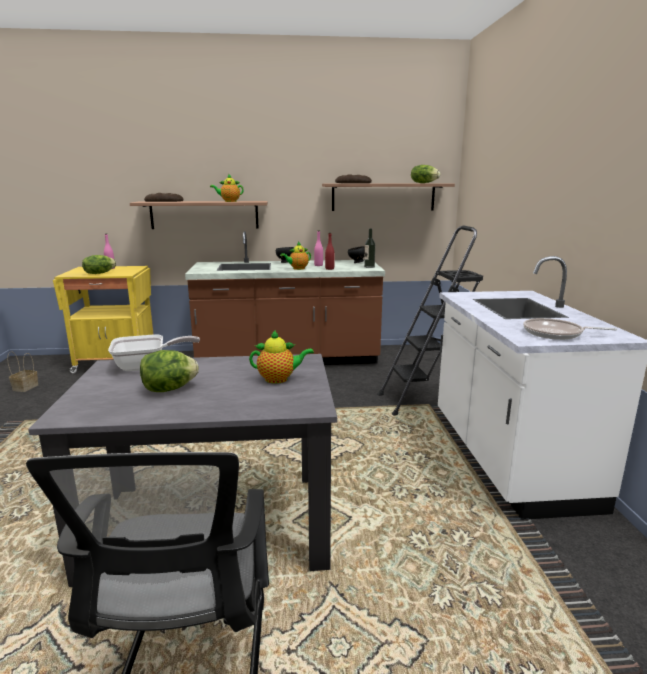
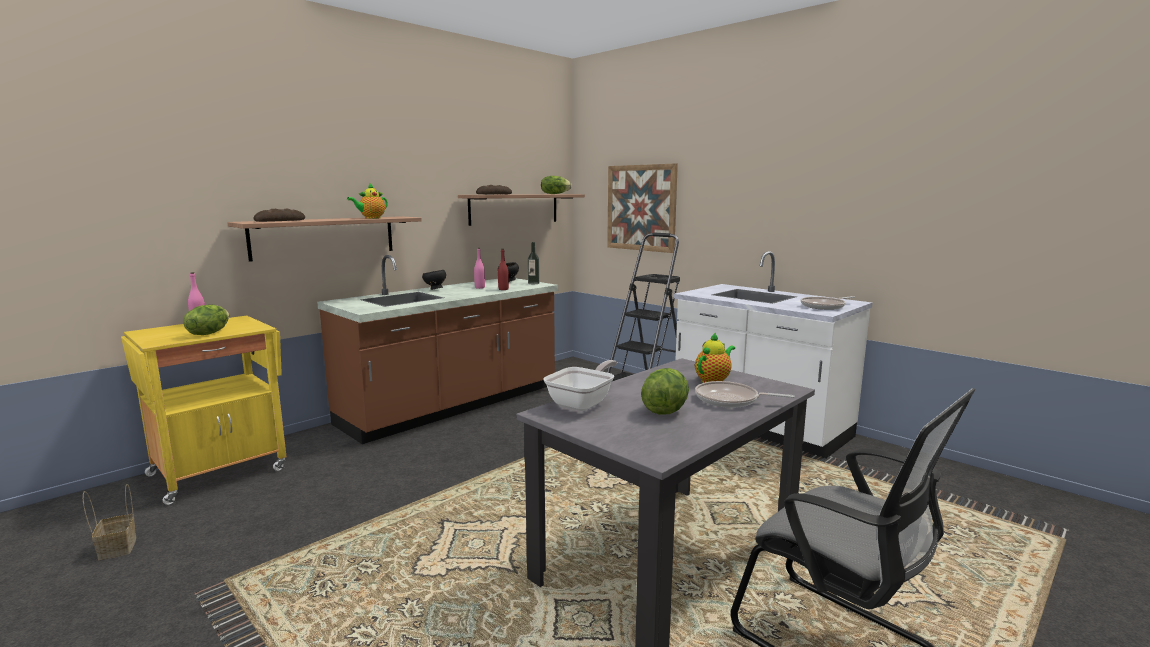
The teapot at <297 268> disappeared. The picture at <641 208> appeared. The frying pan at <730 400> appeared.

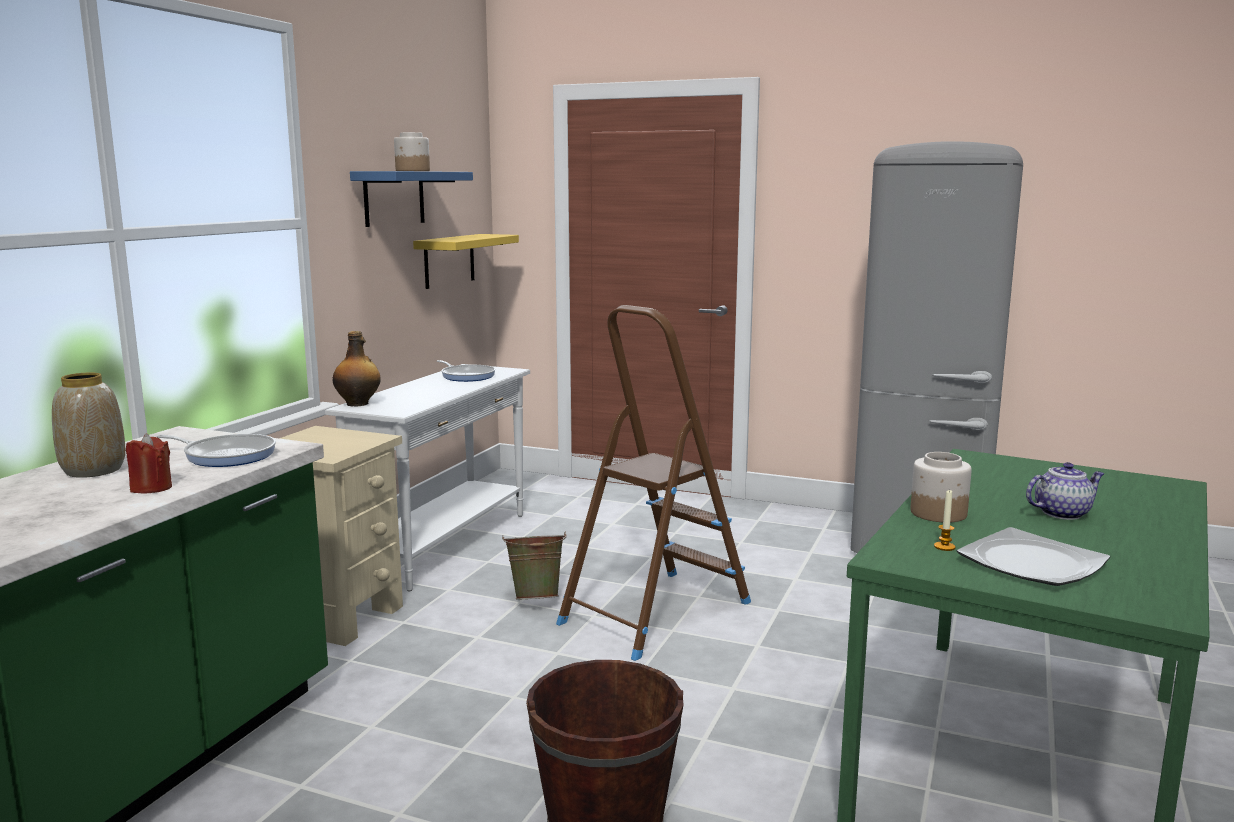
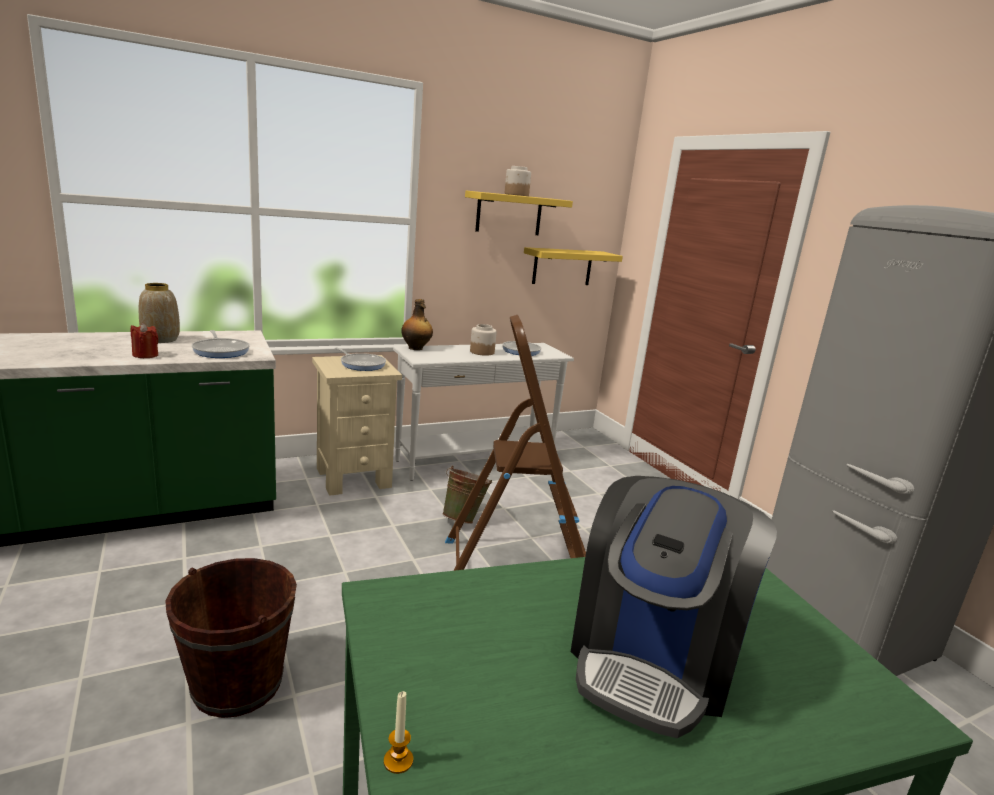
The shelf (blue) at <394 198> became the shelf (yellow) at <509 214>. The jar moved from <937 513> to <481 352>. The candle moved from <944 547> to <398 760>. The plate at <1032 563> disappeared. The teapot at <1062 513> was replaced by the coffee machine at <653 658>. The frying pan at <361 364> appeared.

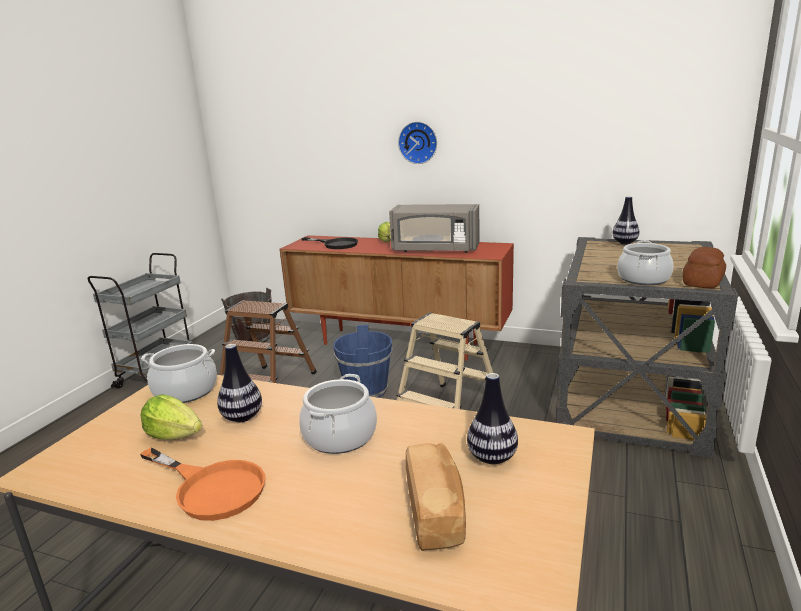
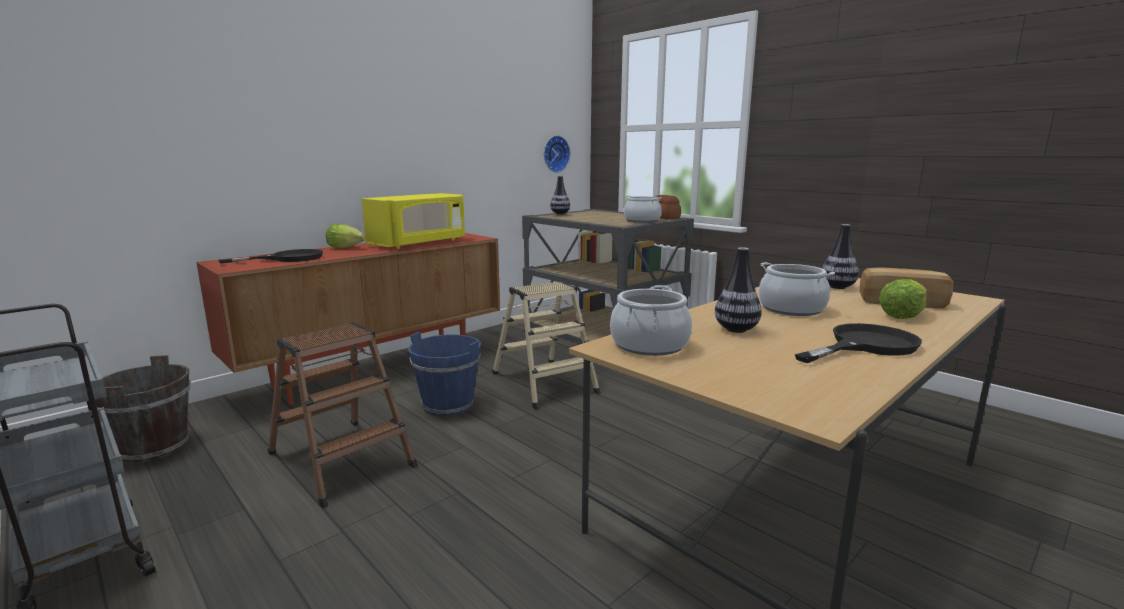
The frying pan (orange) at <211 487> became the frying pan (black) at <864 345>. The lettuce moved from <174 435> to <901 316>. The microwave (grey) at <435 249> became the microwave (yellow) at <419 243>. The wall clock moved from <418 142> to <555 154>.

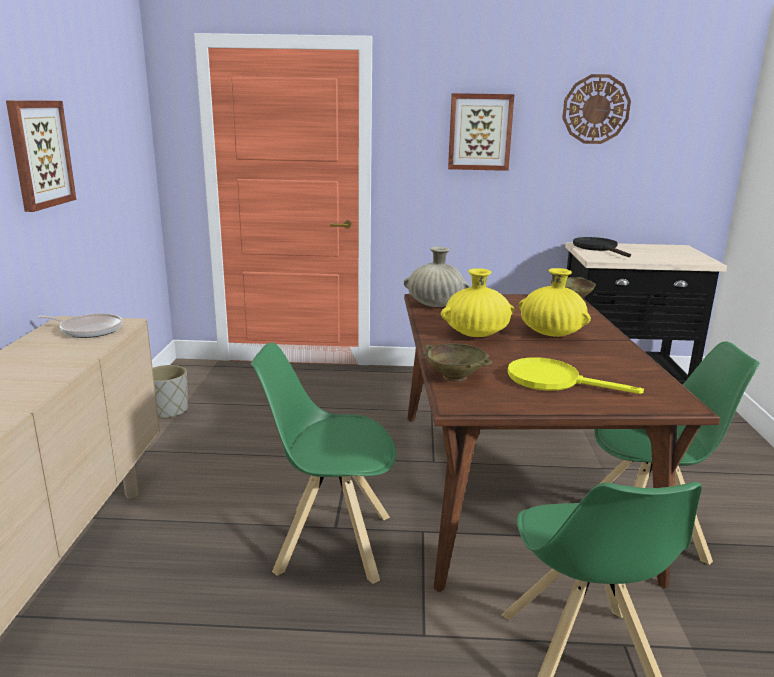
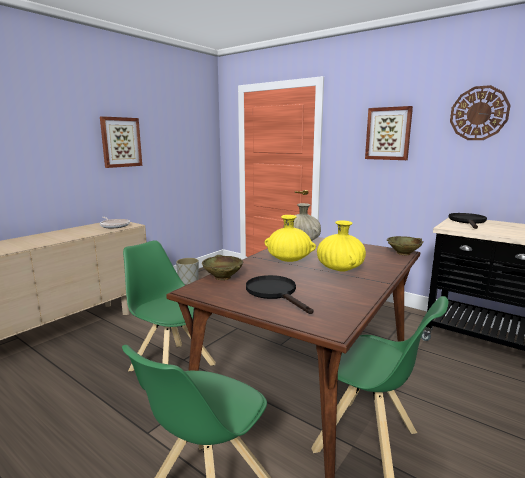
The frying pan (yellow) at <553 380> became the frying pan (black) at <275 293>.

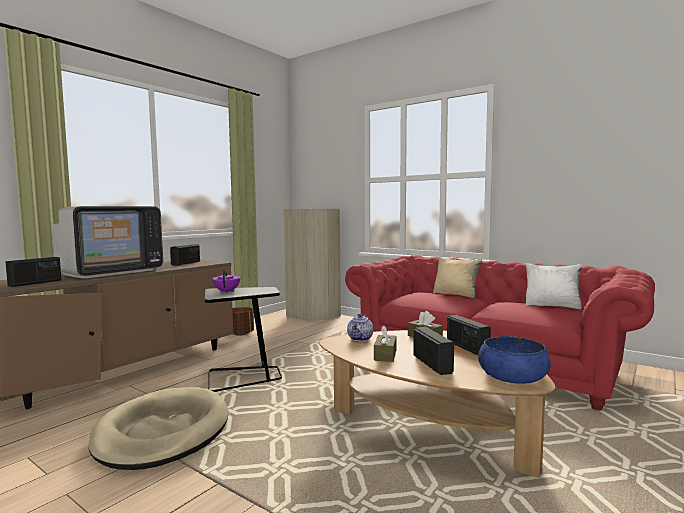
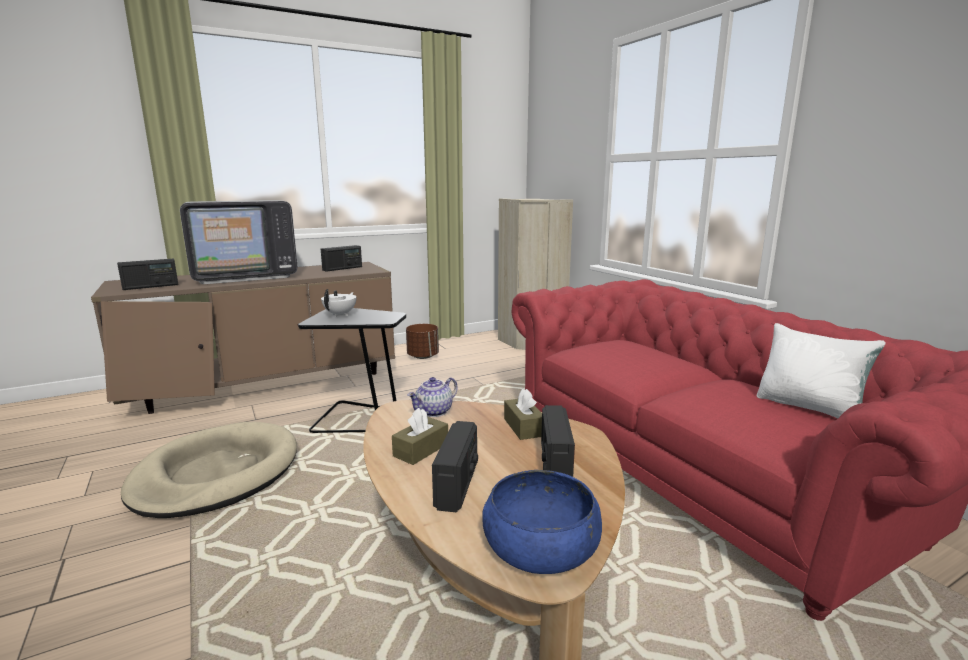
The teapot (purple) at <227 291> became the teapot (white) at <340 314>. The pillow (beige) at <456 294> disappeared.

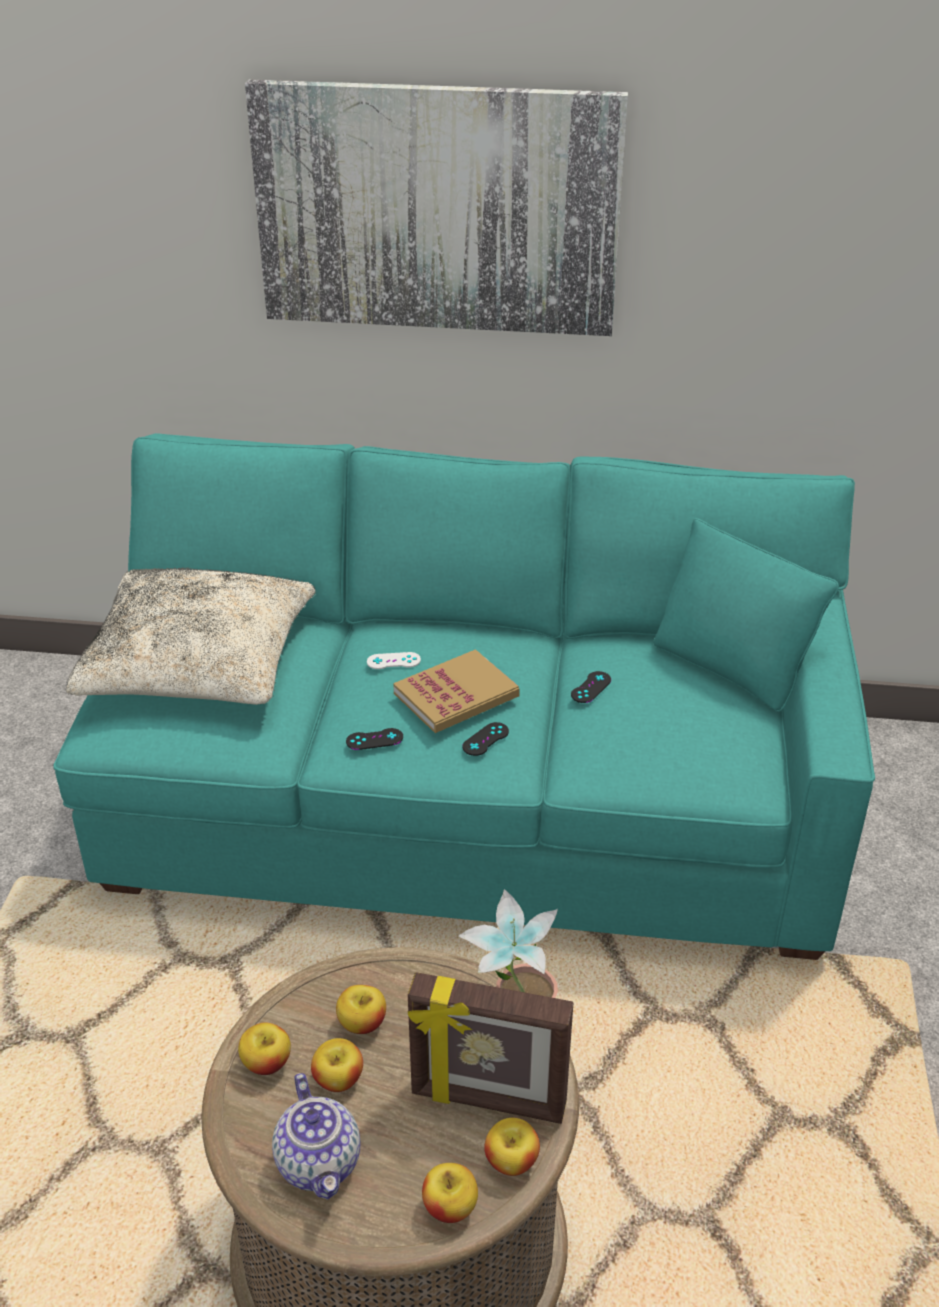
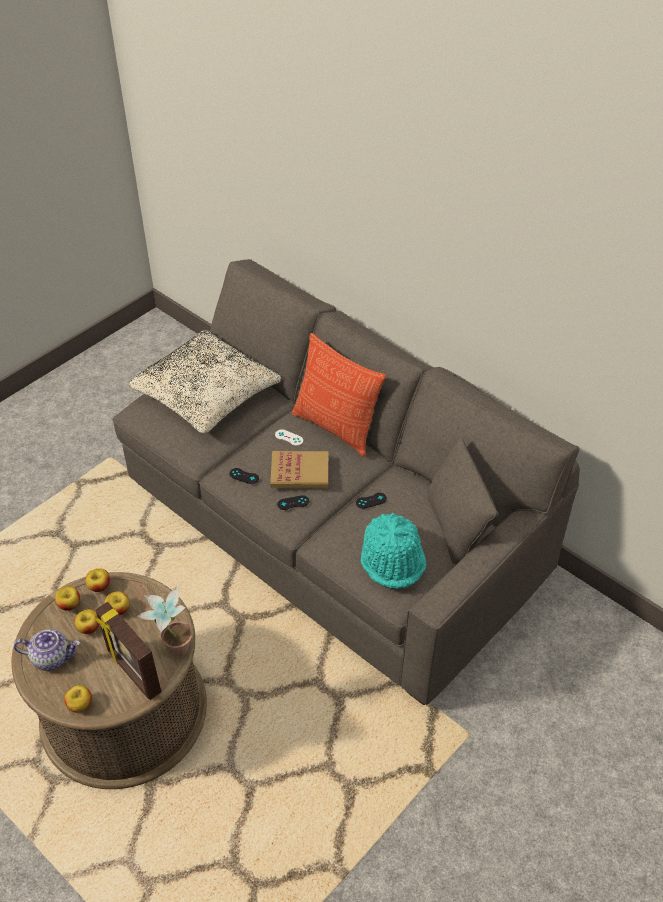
The sofa (turquoise) at <470 804> became the sofa (grey) at <332 526>. The picture at <437 210> disappeared. The teapot at <320 1163> turned 105 degrees counterclockwise. The apple moved from <511 1161> to <99 586>. The pillow (orange) at <336 427> appeared. The hat (turquoise) at <393 559> appeared.

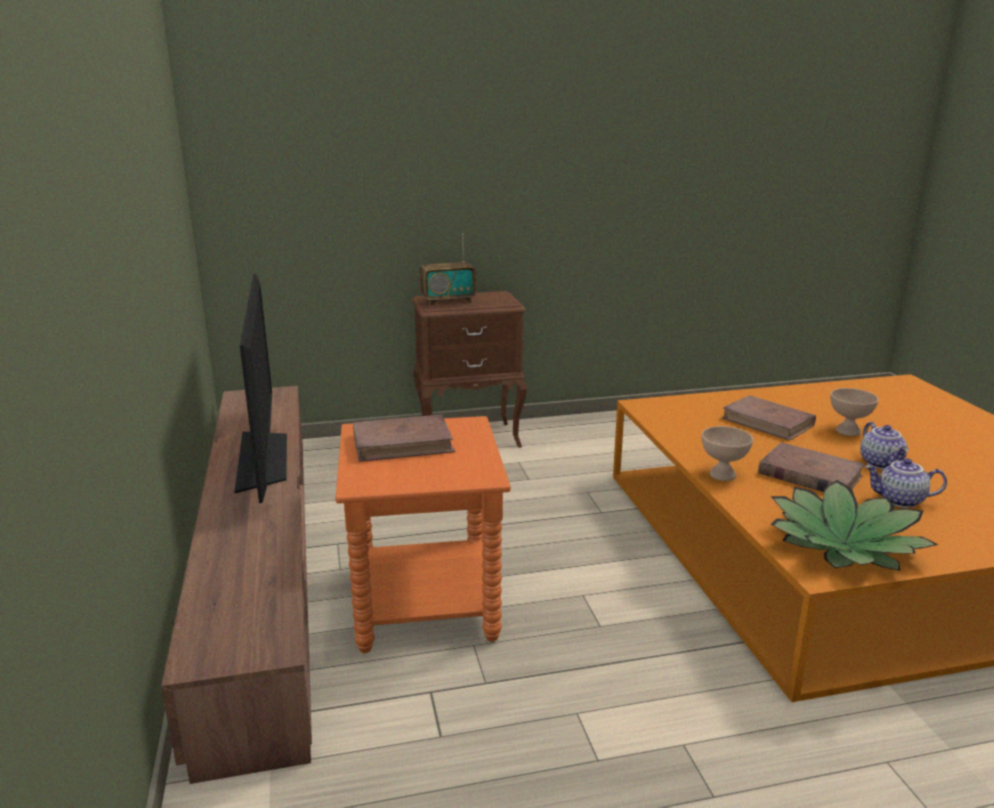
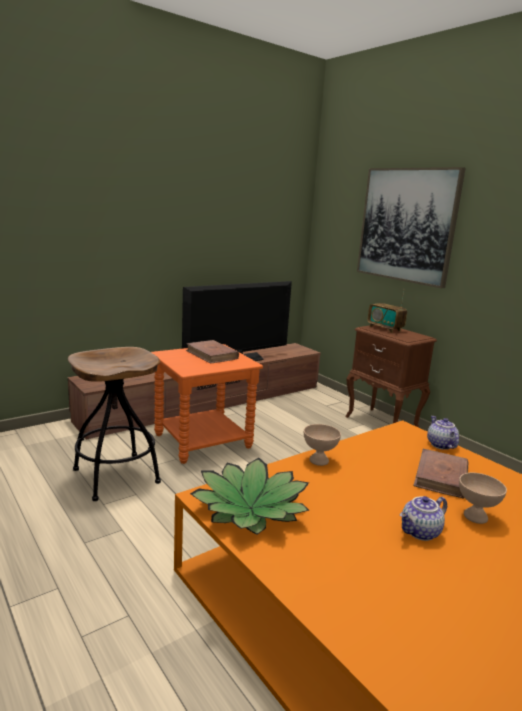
The book (brown) at <809 475> disappeared. The teapot moved from <900 501> to <440 445>. The stool (brown) at <117 475> appeared. The picture at <407 225> appeared.

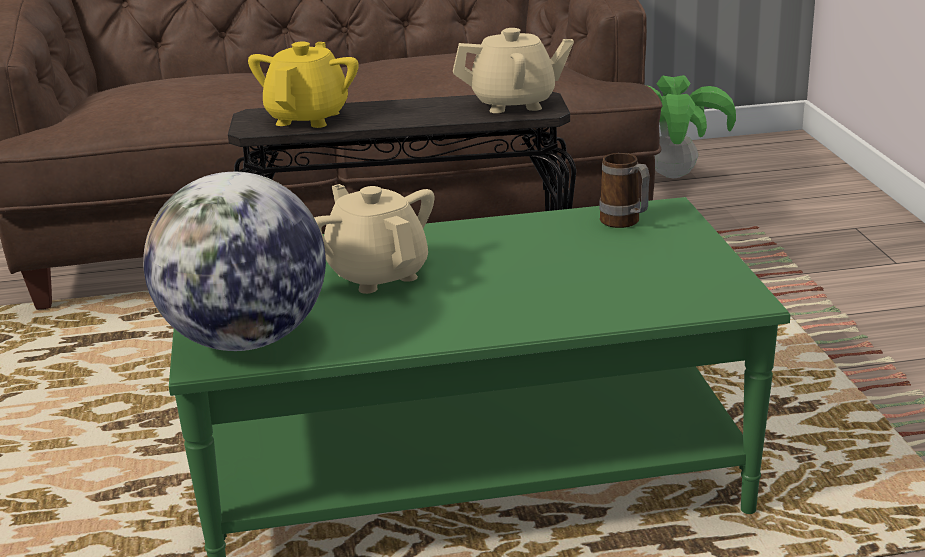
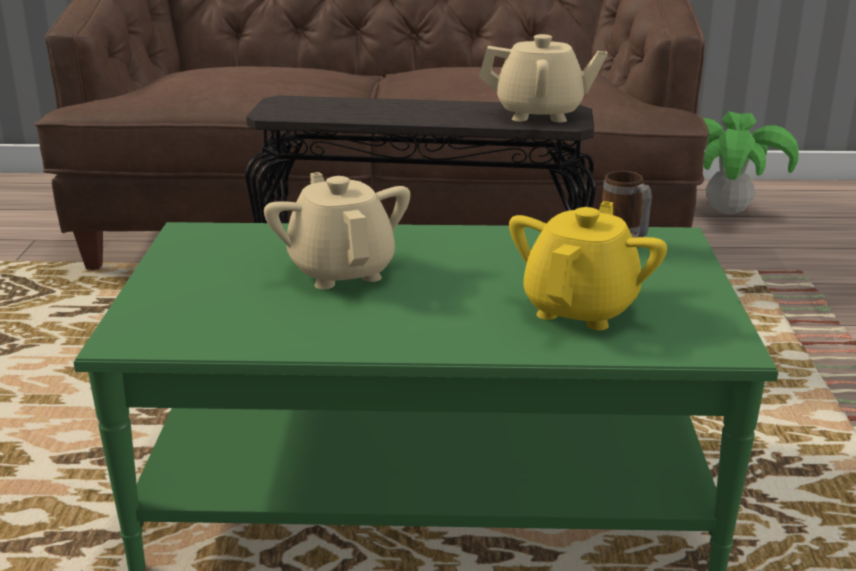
The globe at <245 340> disappeared. The teapot (yellow) moved from <308 118> to <581 308>.

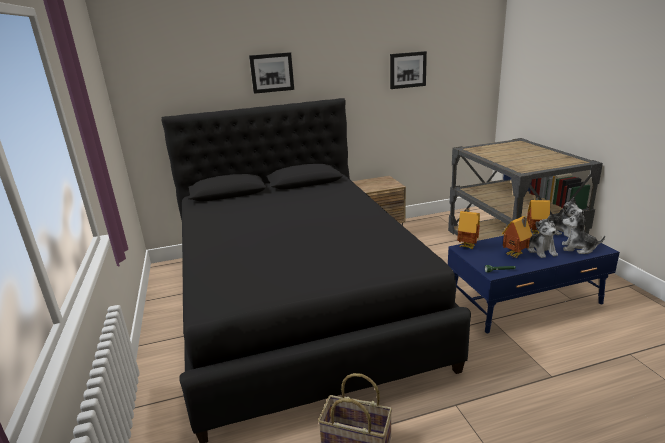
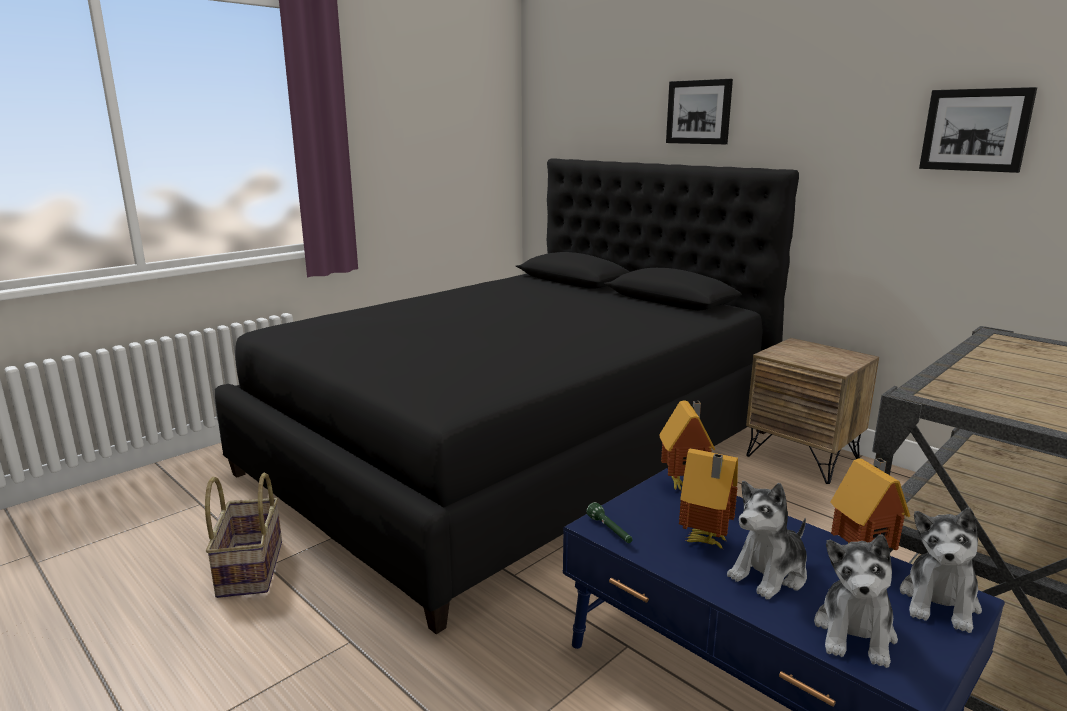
The plush toy at <578 248> turned 150 degrees counterclockwise.

